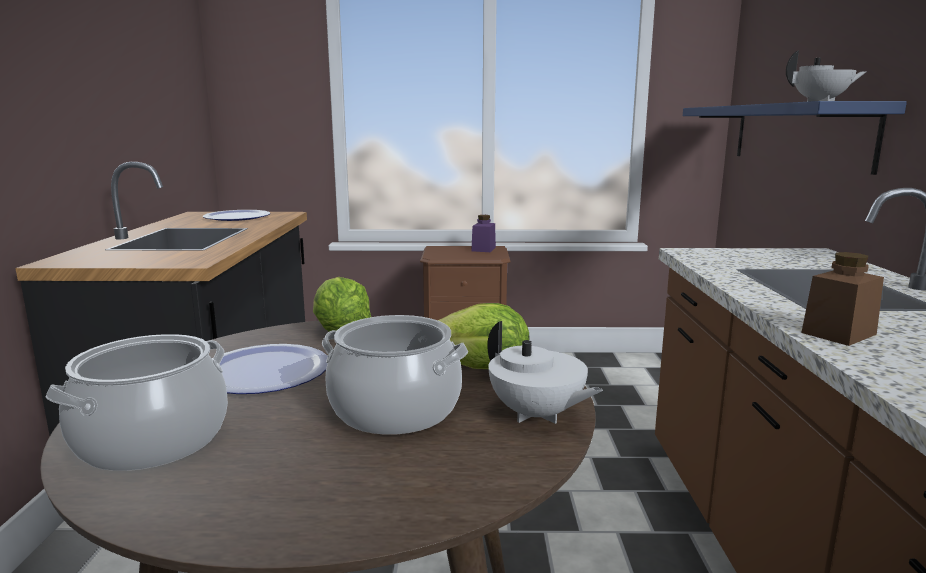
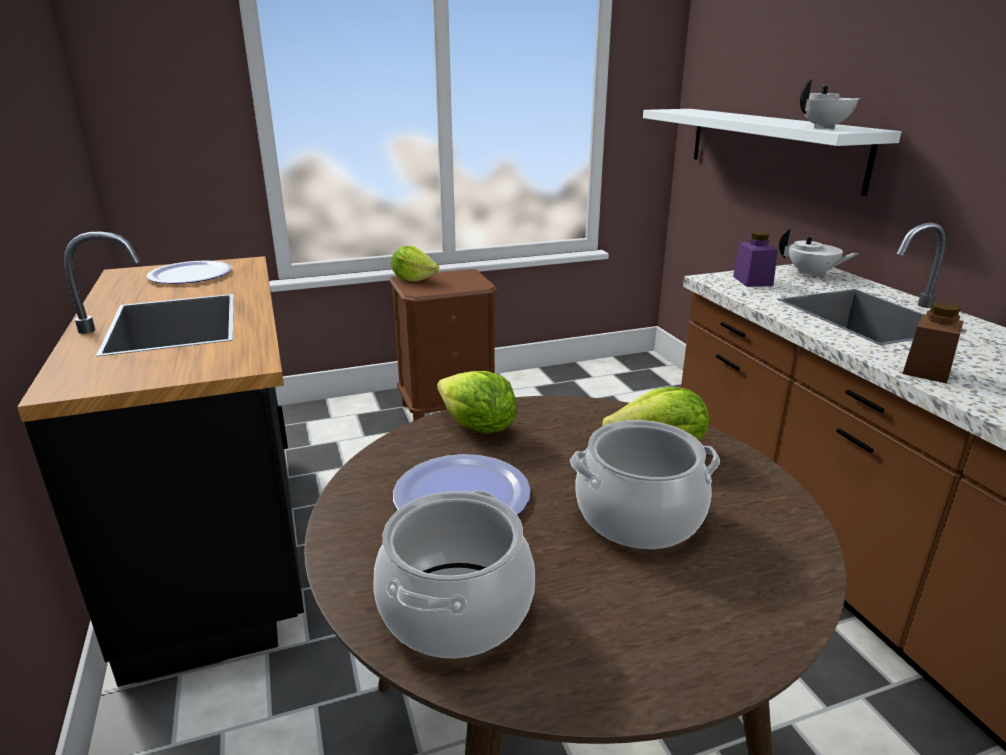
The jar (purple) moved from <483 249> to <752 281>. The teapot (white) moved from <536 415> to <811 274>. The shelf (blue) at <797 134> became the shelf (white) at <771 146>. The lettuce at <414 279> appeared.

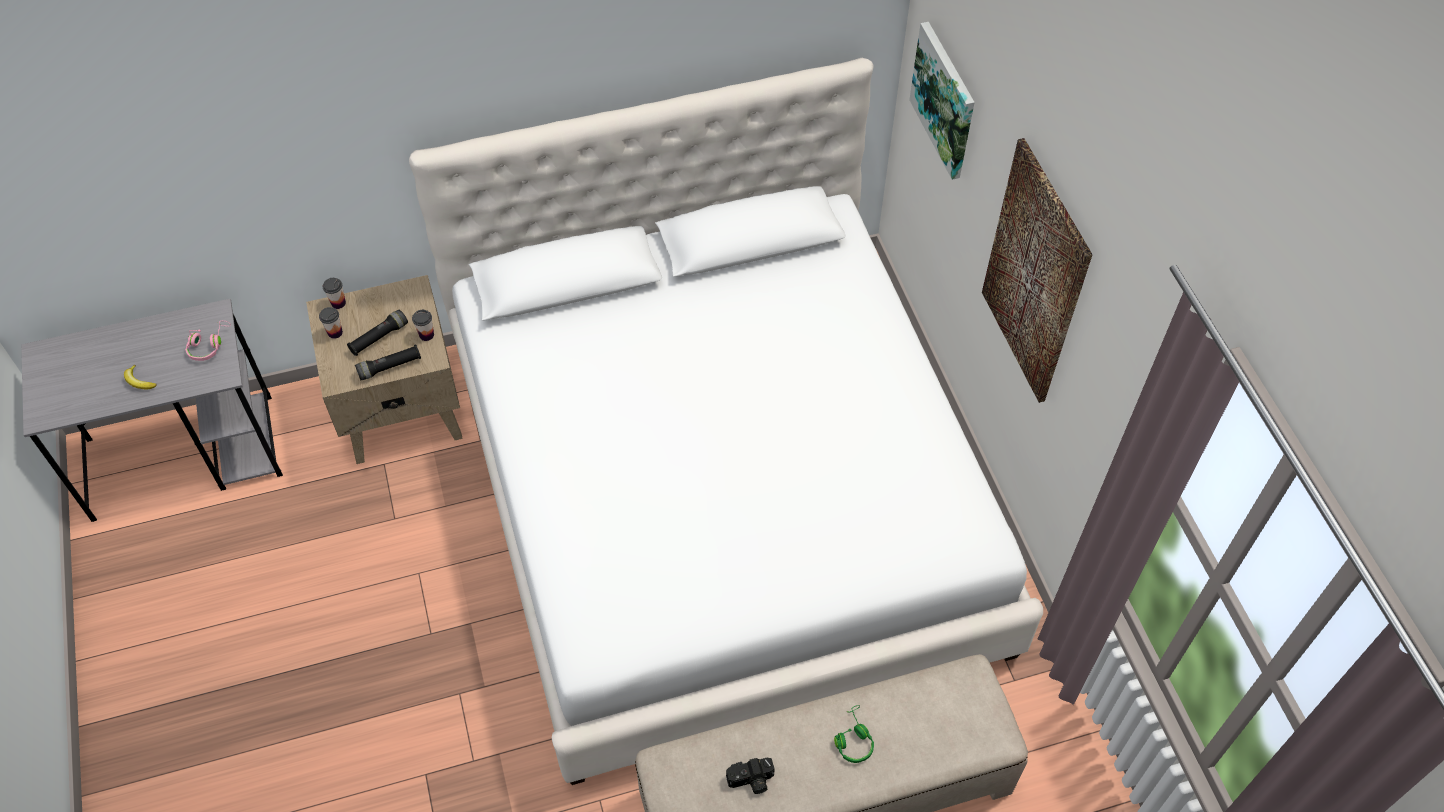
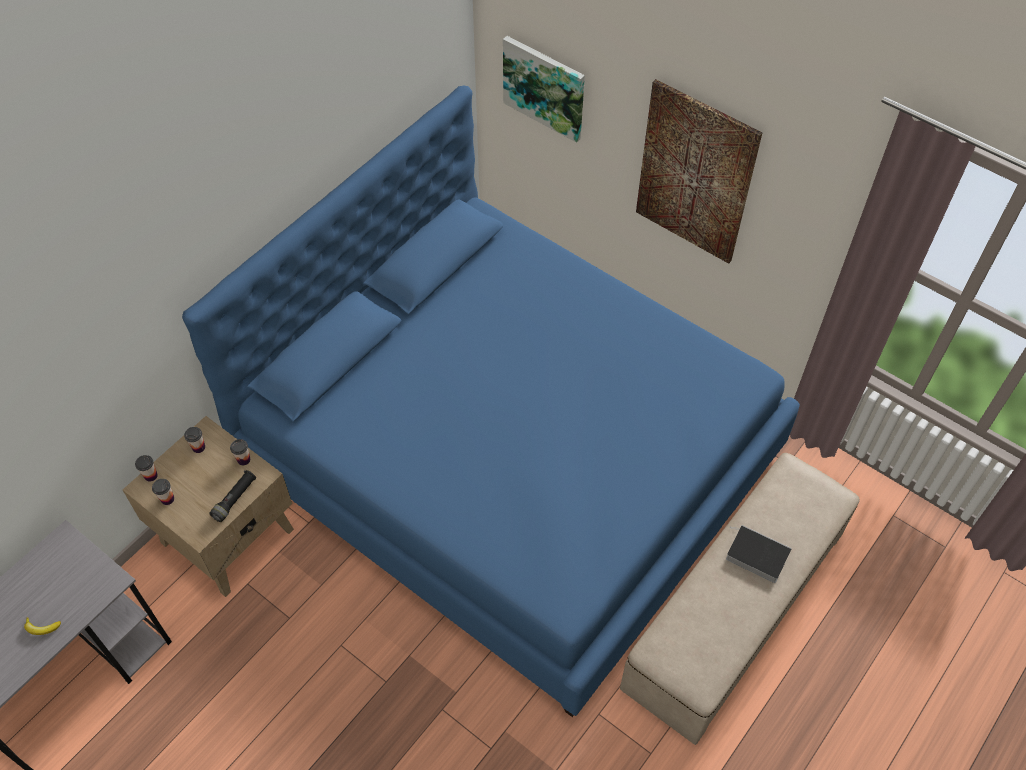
The headphones (pink) at <208 345> disappeared. The flashlight (black) at <379 338> disappeared. The bed (white) at <721 493> became the bed (blue) at <511 456>. The photo camera at <751 781> disappeared. The headphones (green) at <853 739> was replaced by the book at <755 555>. The cup at <198 447> appeared.

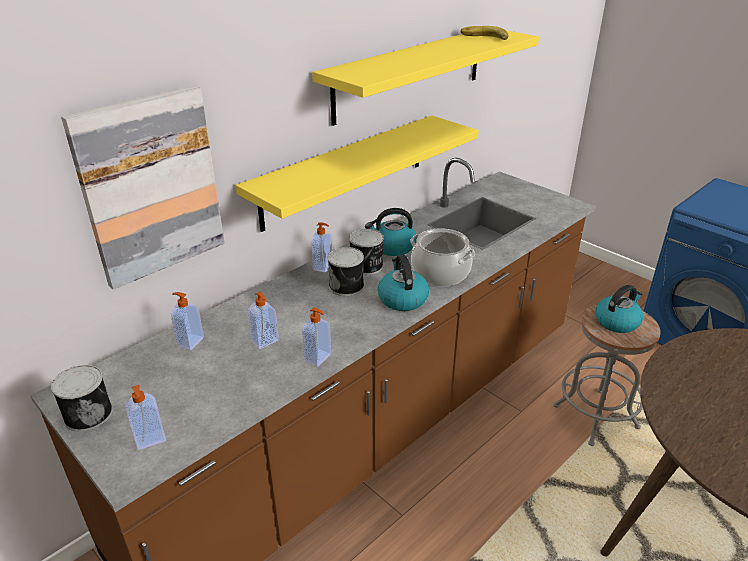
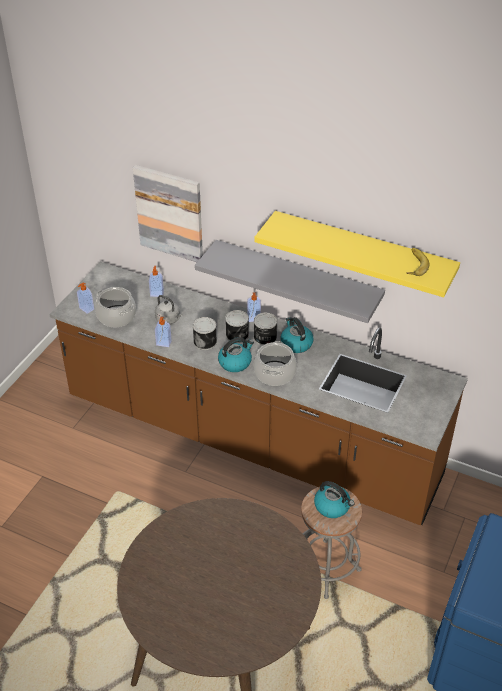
The can moved from <88 413> to <205 341>. The shelf (yellow) at <345 171> became the shelf (grey) at <297 278>. The soap dispenser at <265 341> was replaced by the kettle (grey) at <169 319>. The cooking pot at <117 316> appeared.

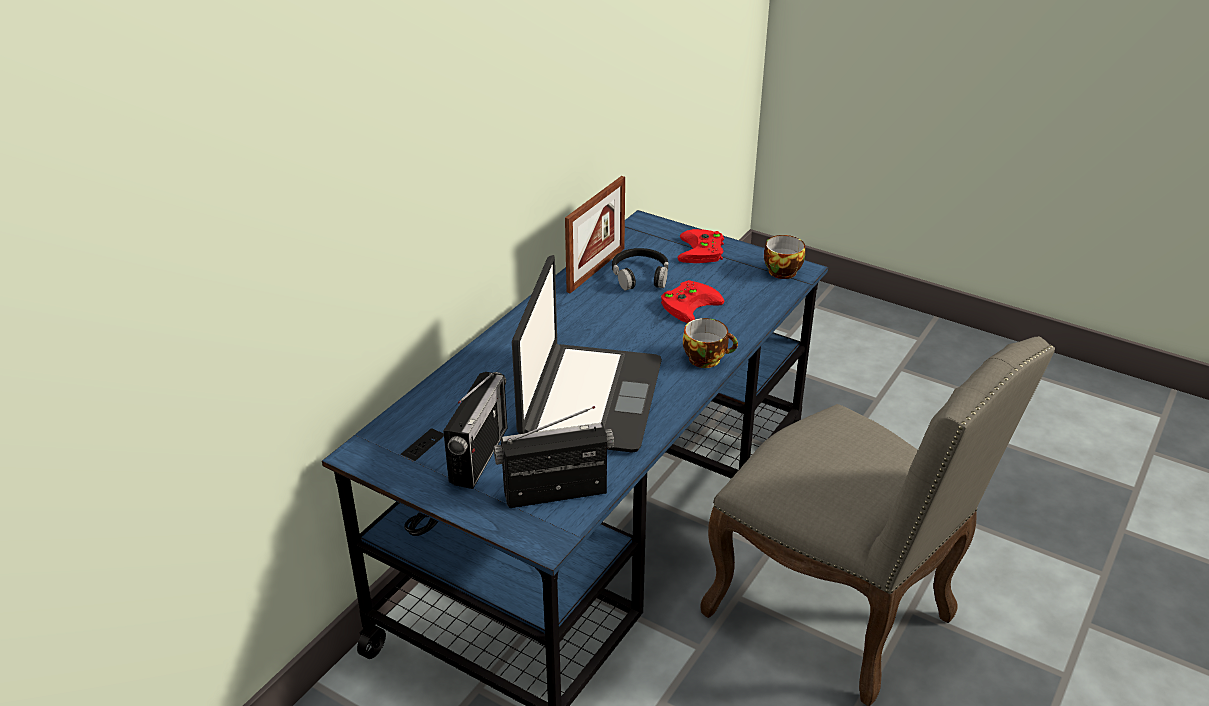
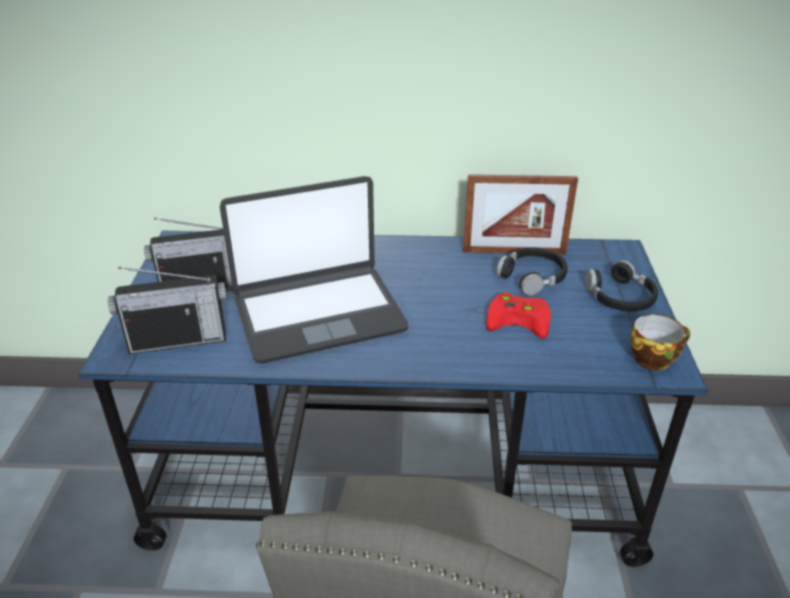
The radio at <556 493> turned 120 degrees clockwise. The game controller (red) at <703 251> was replaced by the headphones (black) at <620 297>. The cup at <707 358> disappeared.

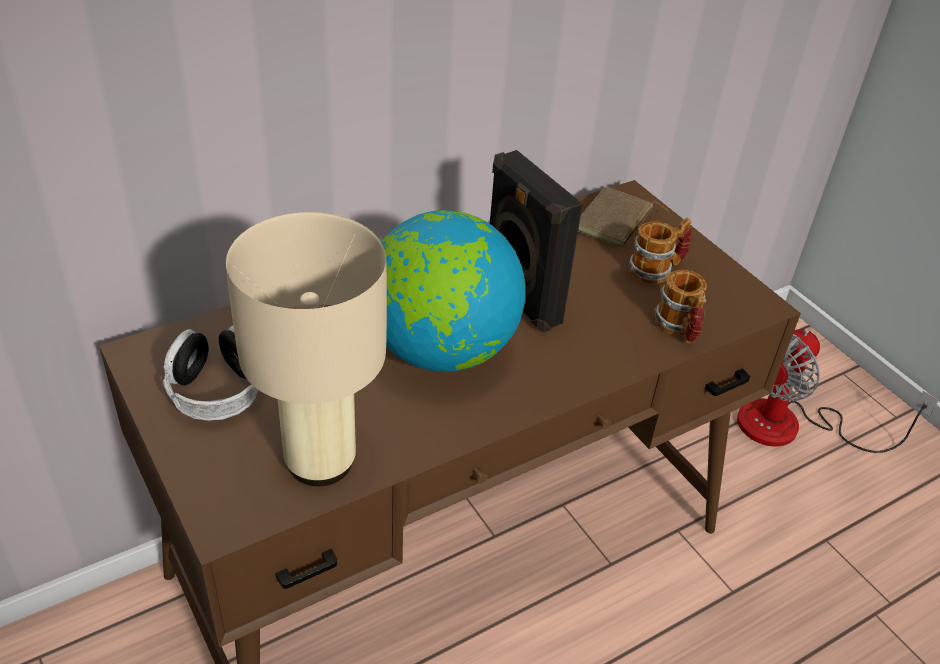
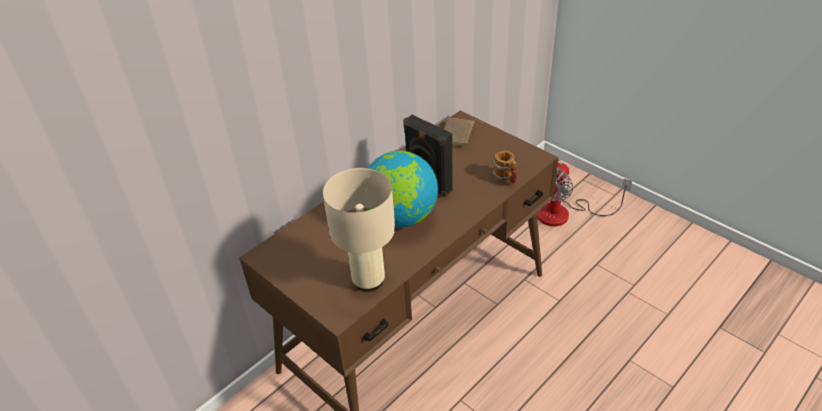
The headphones at <217 389> disappeared. The mug at <657 270> disappeared.

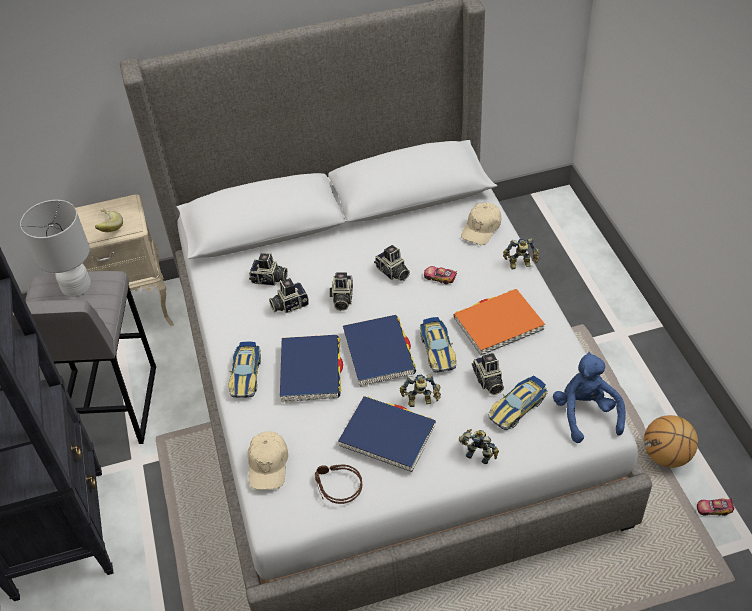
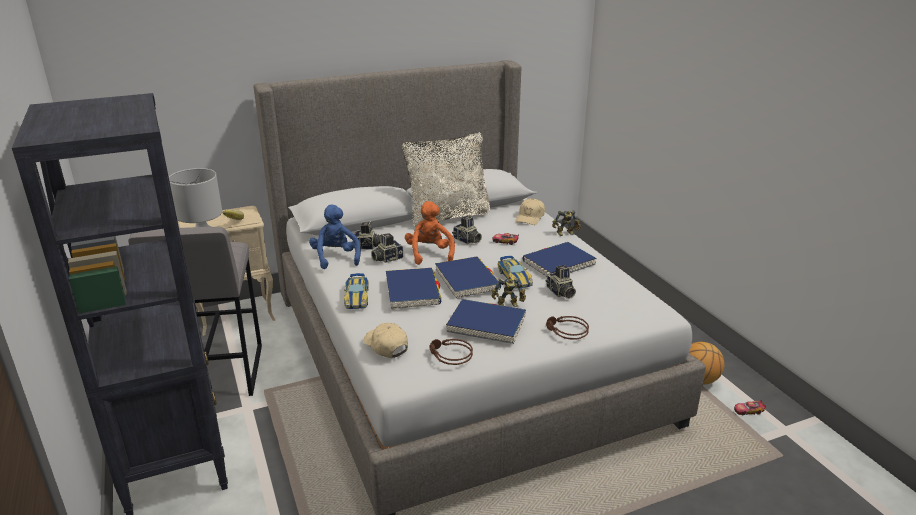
The cap (beige) at <268 465> turned 150 degrees clockwise. The photo camera at <342 299> was replaced by the plush toy (orange) at <429 254>. The book (orange) at <498 324> became the book (blue) at <558 263>. The toy robot at <479 453> was replaced by the headphones (brown) at <566 331>. The toy car at <517 407> disappeared. The plush toy (blue) moved from <585 413> to <336 257>. The pillow (beige) at <449 217> appeared.

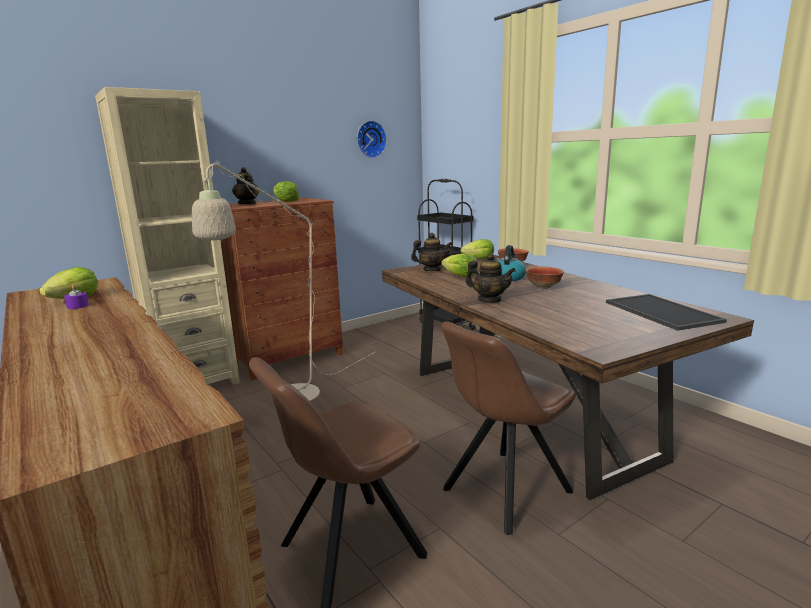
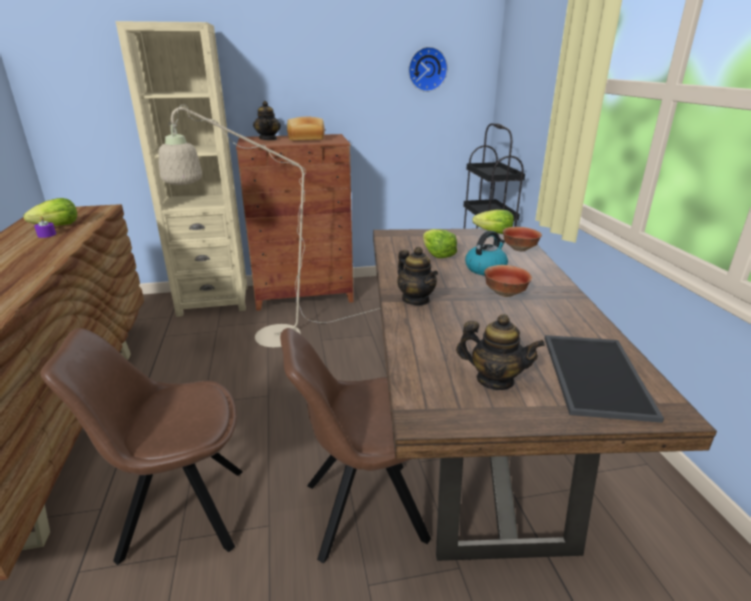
The lettuce at <285 201> was replaced by the bread at <306 139>. The teapot moved from <432 270> to <494 380>.

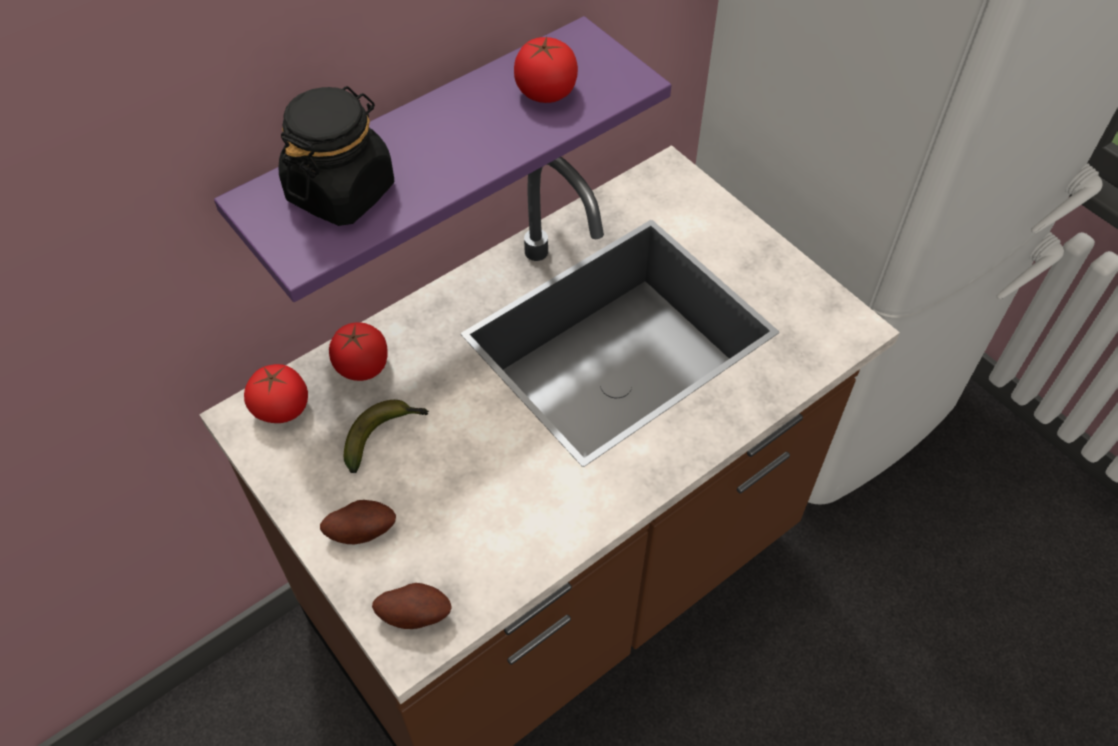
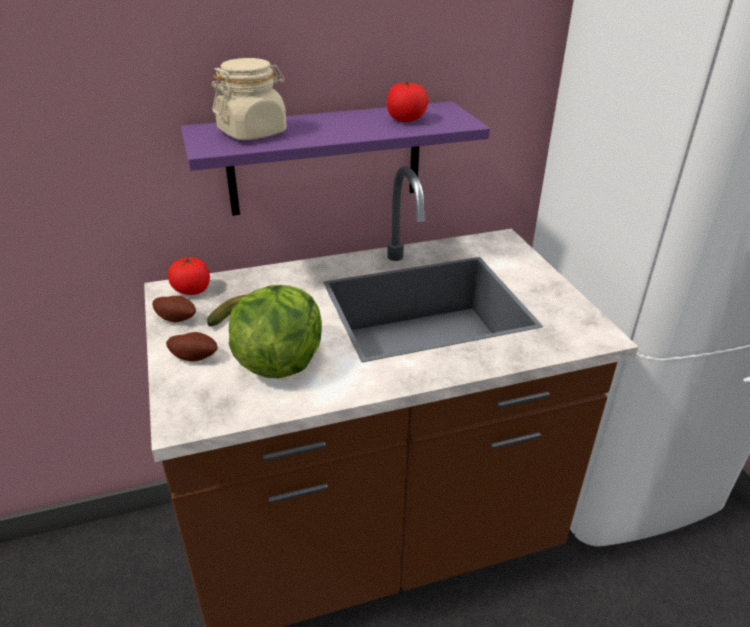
The jar (black) at <341 191> became the jar (beige) at <252 132>. The tomato at <362 366> disappeared. The potato moved from <415 613> to <177 318>. The lettuce at <279 362> appeared.

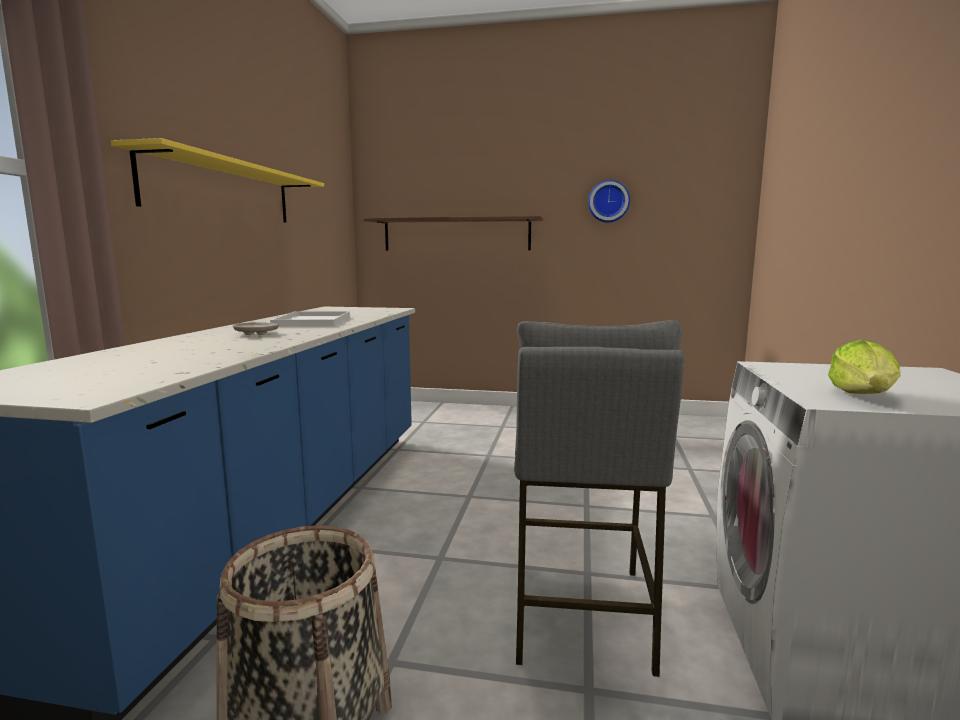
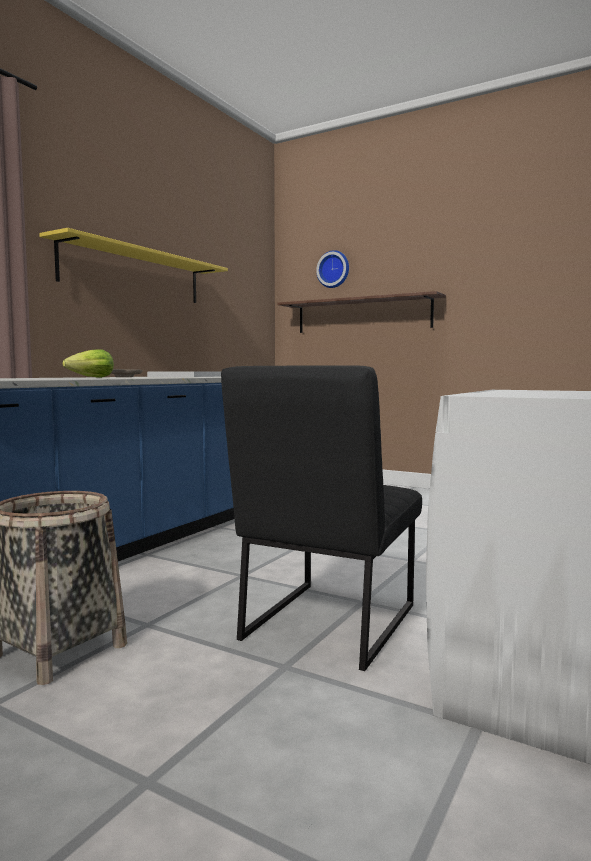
The stool (grey) at <579 613> was replaced by the chair (black) at <327 623>. The wall clock moved from <608 201> to <334 269>. The lettuce moved from <864 396> to <91 377>.

